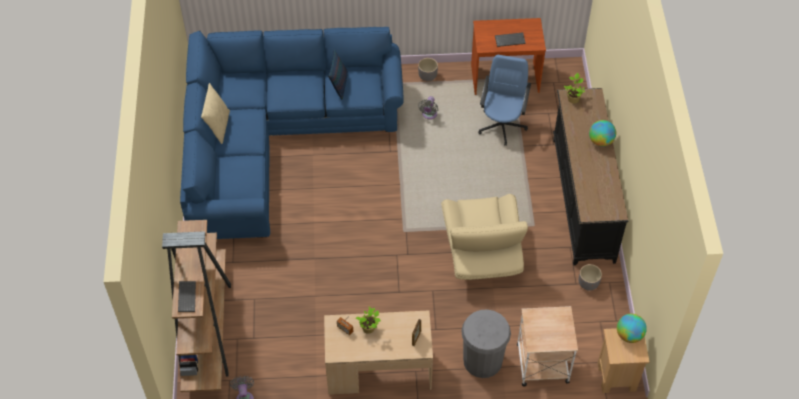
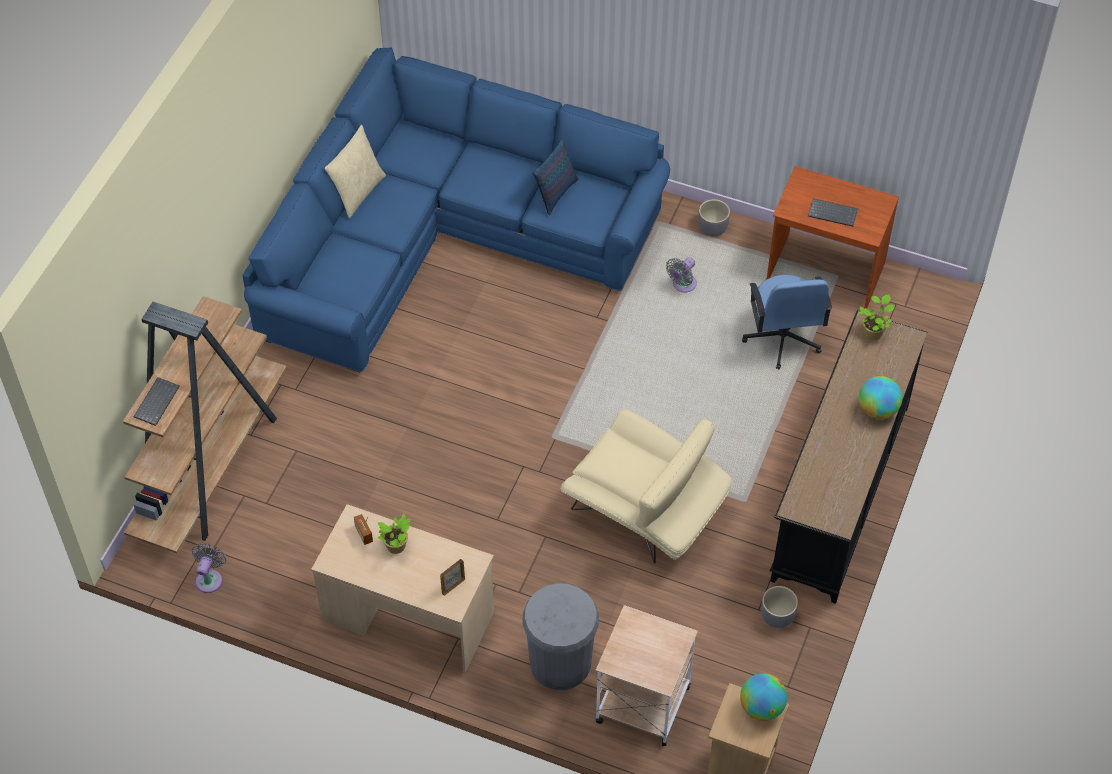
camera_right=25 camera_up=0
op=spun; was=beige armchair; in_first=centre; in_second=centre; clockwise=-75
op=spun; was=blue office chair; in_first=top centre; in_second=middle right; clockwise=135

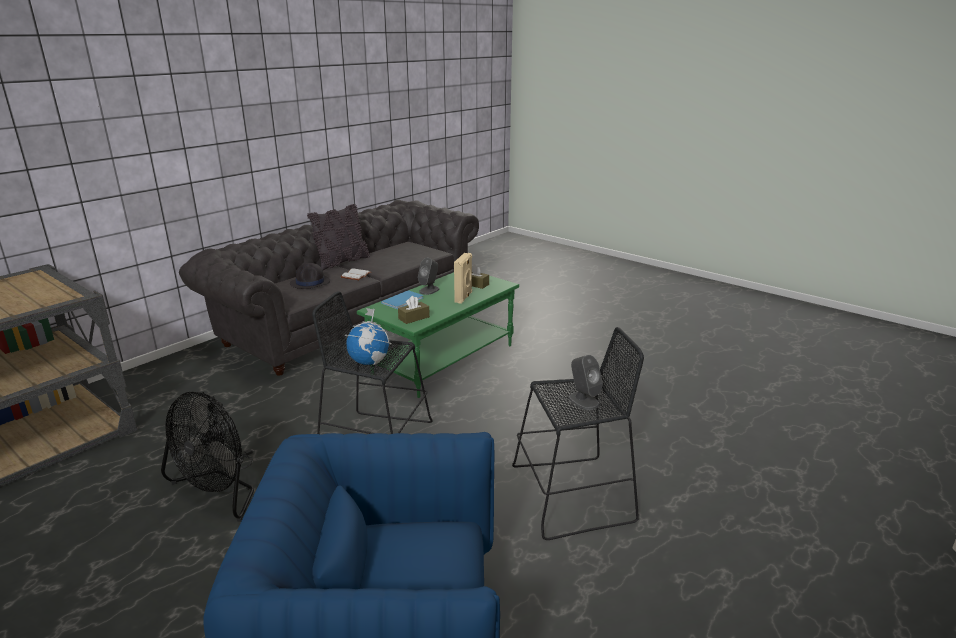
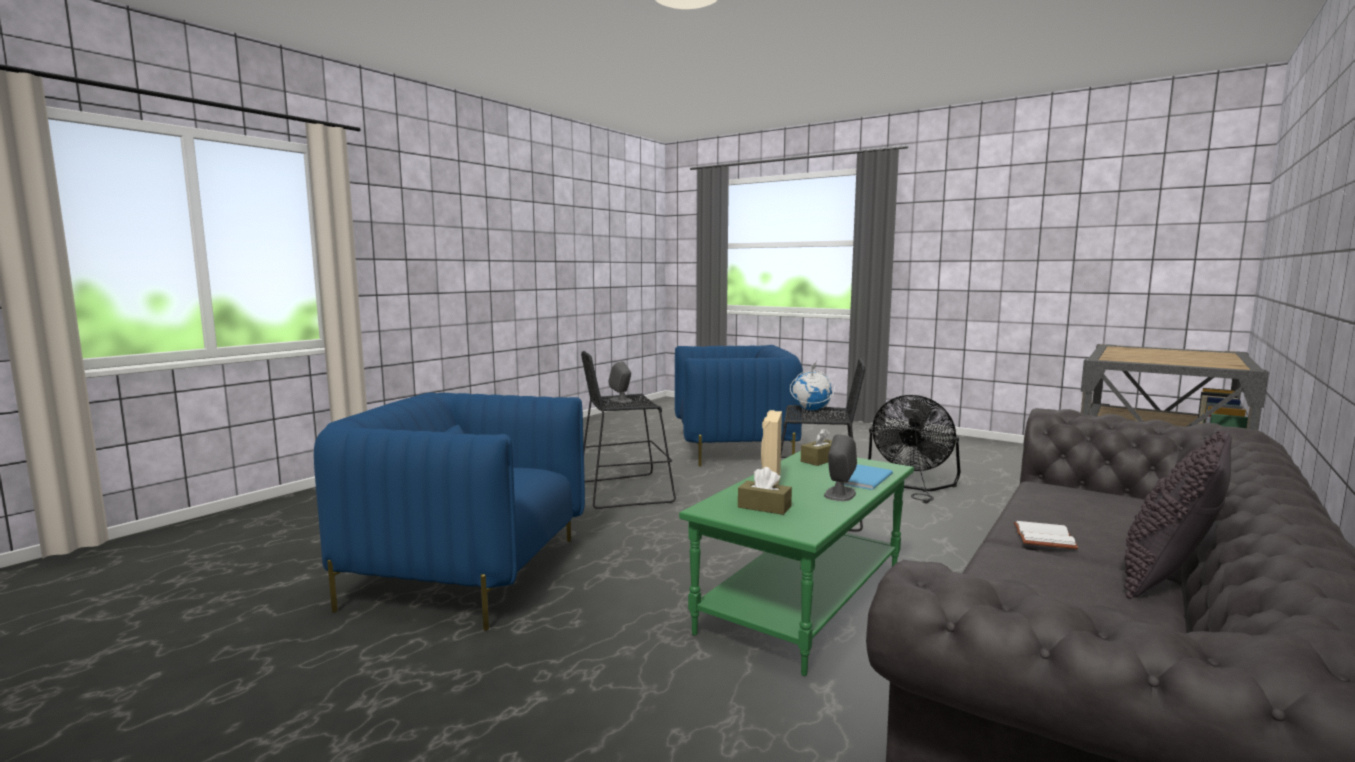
camera_right=175 camera_up=-15
op=missing; was=black hat; in_first=middle left
op=appeared; now=blue armchair (no. 1 from left); in_second=bottom left

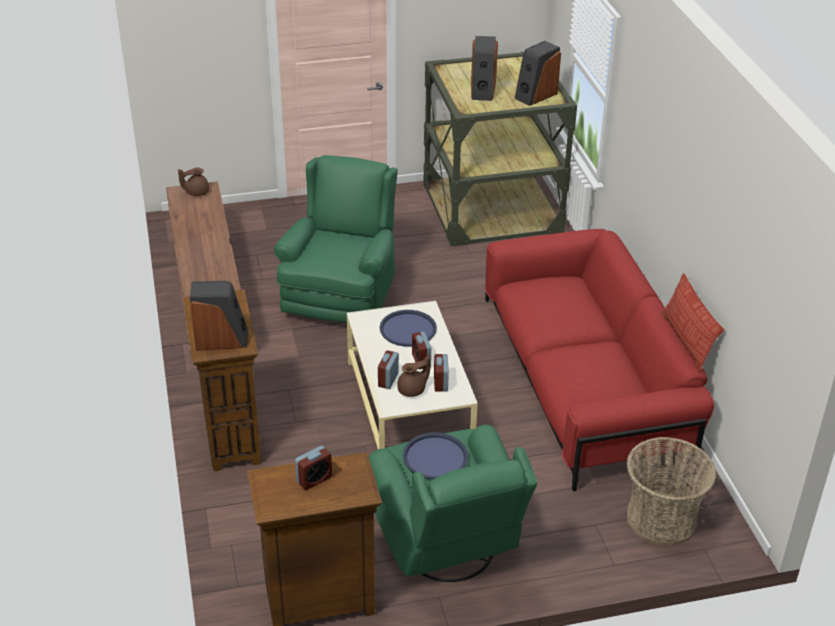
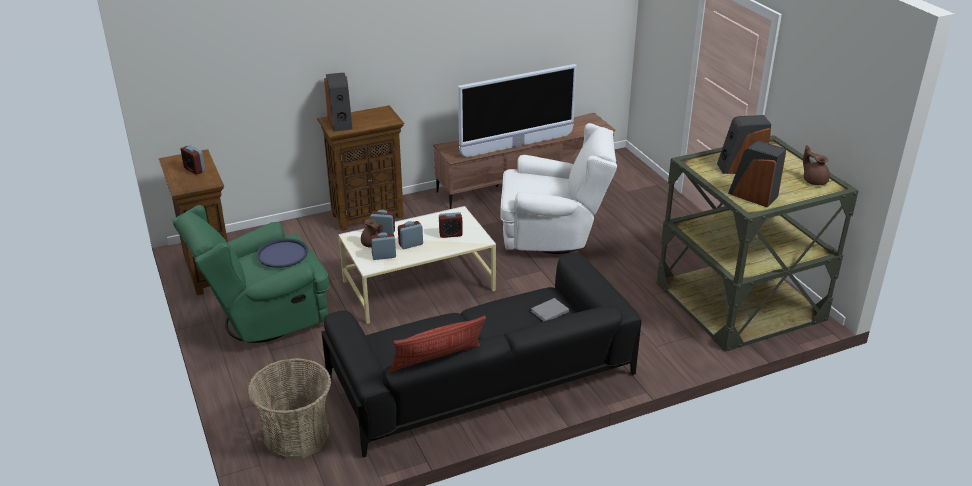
camera_right=80 camera_up=-5
op=appeared; now=television; in_second=top centre
op=appeared; now=grey book; in_second=centre
op=relocated; was=brown teapot (no. 1 from left in the first image); now=brown teapot (no. 2 from left); in_first=top left; in_second=middle right
op=exchanged; was=blue tray (no. 1 from left); now=alarm clock (no. 5 from left); in_first=centre; in_second=centre
op=colour; was=green armchair (no. 1 from left); now=white armchair; in_first=centre; in_second=centre
op=colour; was=red sofa; now=black sofa; in_first=middle right; in_second=bottom centre

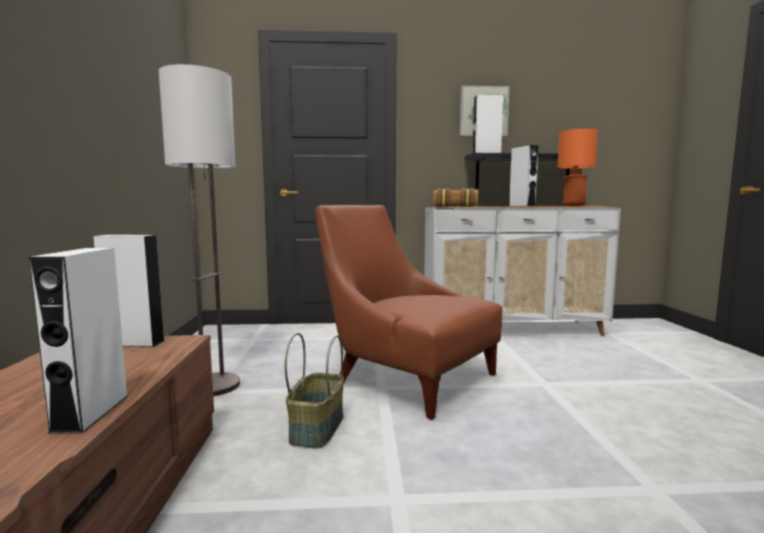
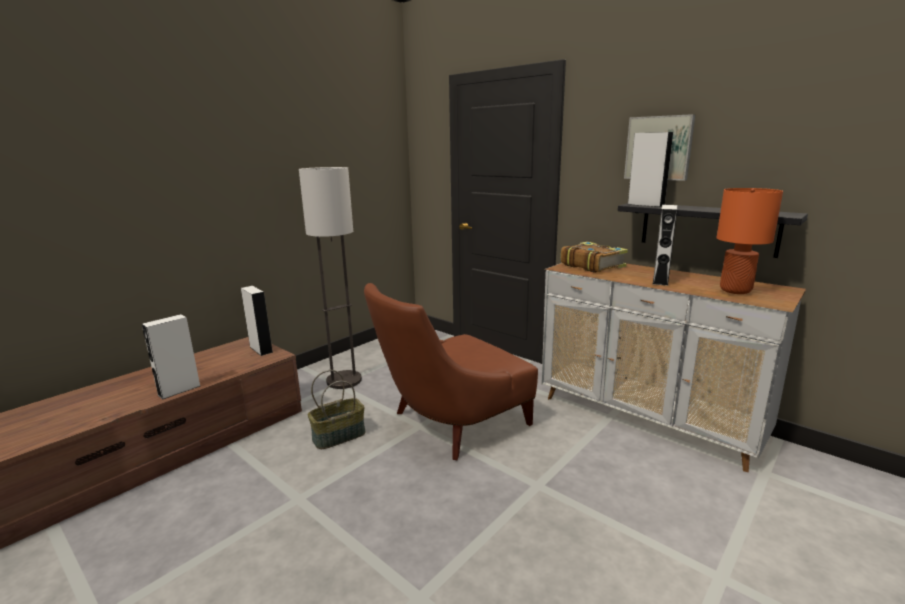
camera_right=45 camera_up=10
op=spun; was=brown armchair; in_first=centre; in_second=centre; clockwise=-120

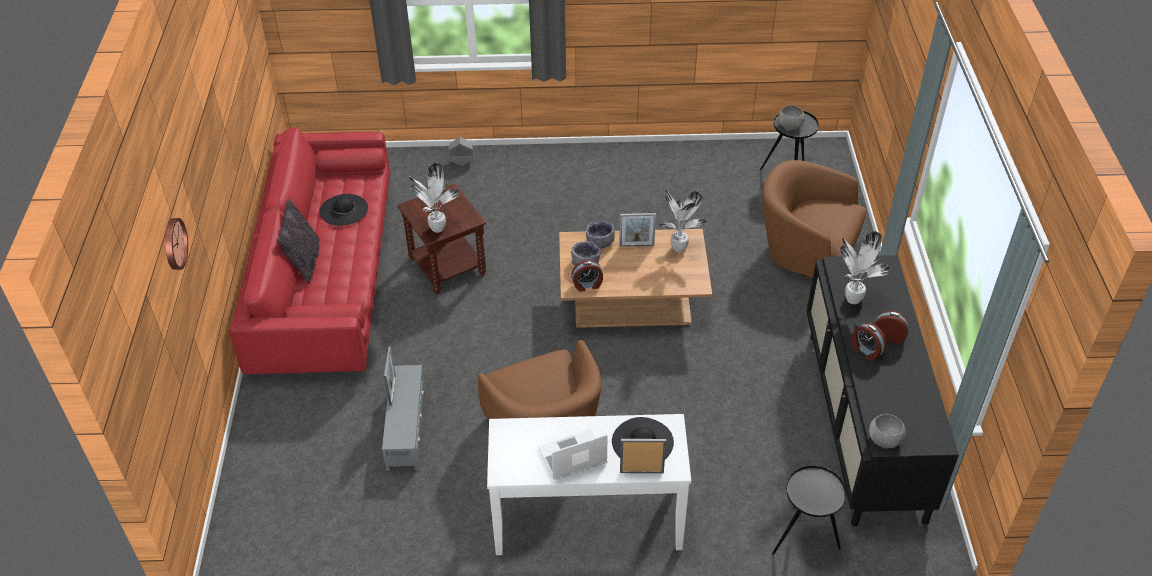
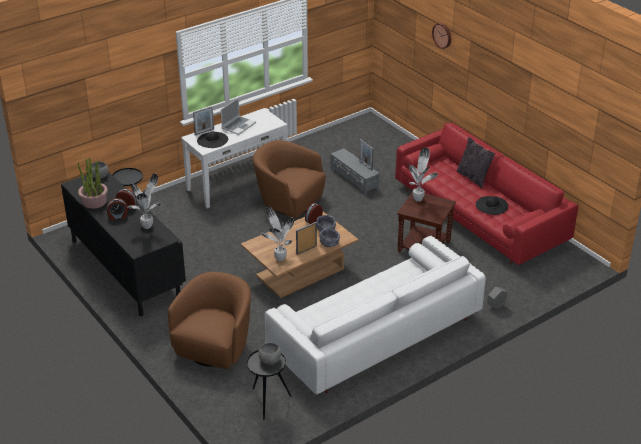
camera_right=145 camera_up=-10
op=appeared; now=potted plant (no. 1 from left); in_second=middle left
op=appeared; now=white sofa; in_second=bottom centre
op=spun; was=brown armchair (no. 2 from left in the first image); in_first=middle right; in_second=bottom left; clockwise=-60

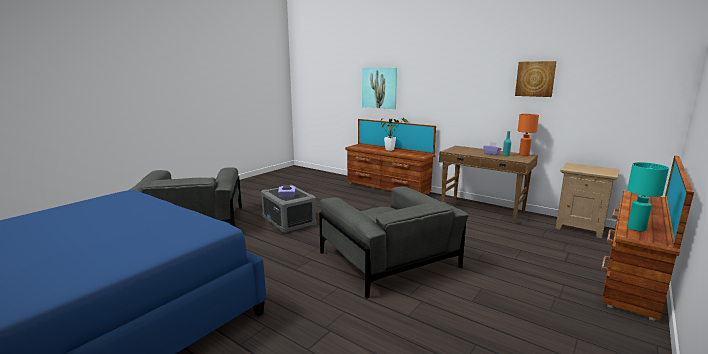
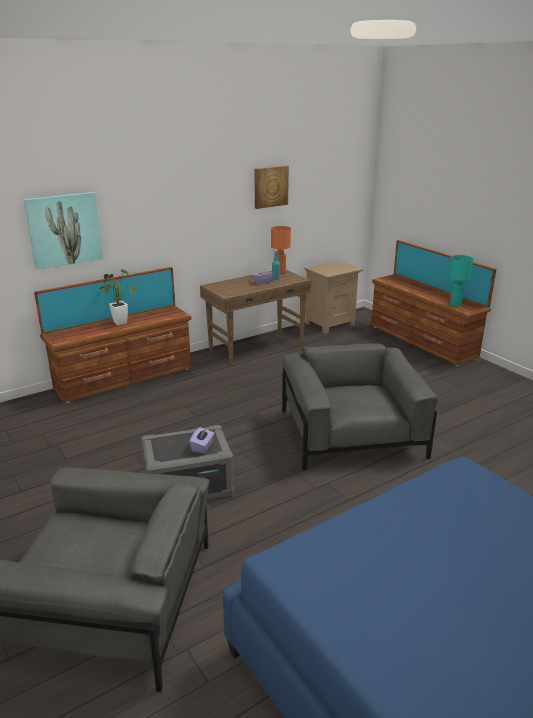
camera_right=-70 camera_up=10
op=spun; was=grey armchair (no. 2 from left); in_first=bottom centre; in_second=middle right; clockwise=-90

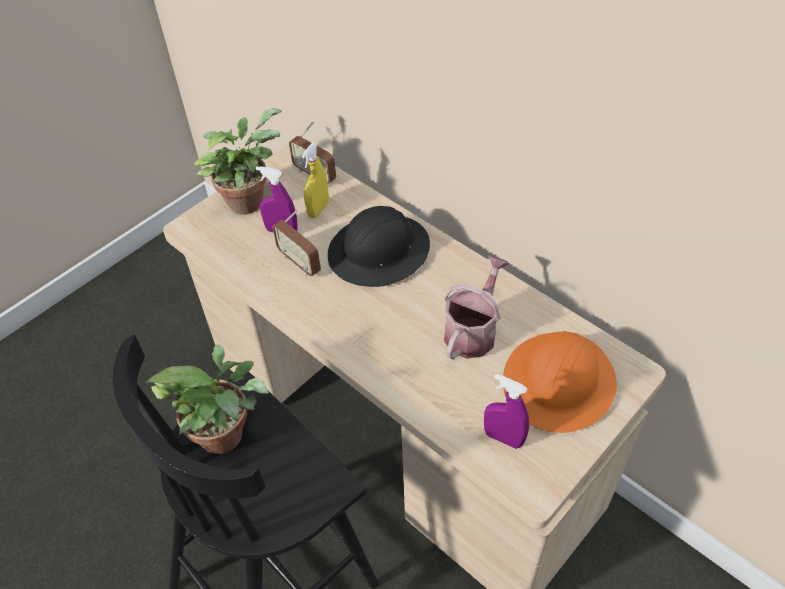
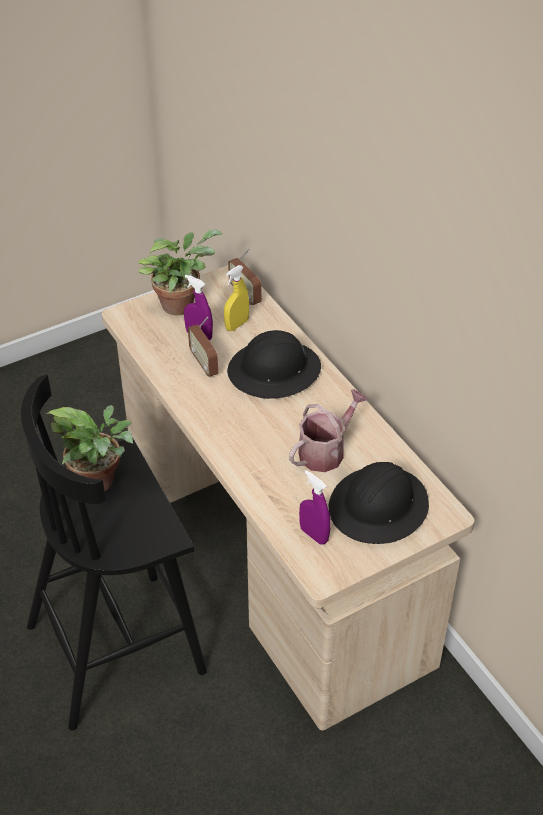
camera_right=15 camera_up=-5
op=colour; was=orange hard hat; now=black hard hat (no. 2 from left); in_first=middle right; in_second=middle right

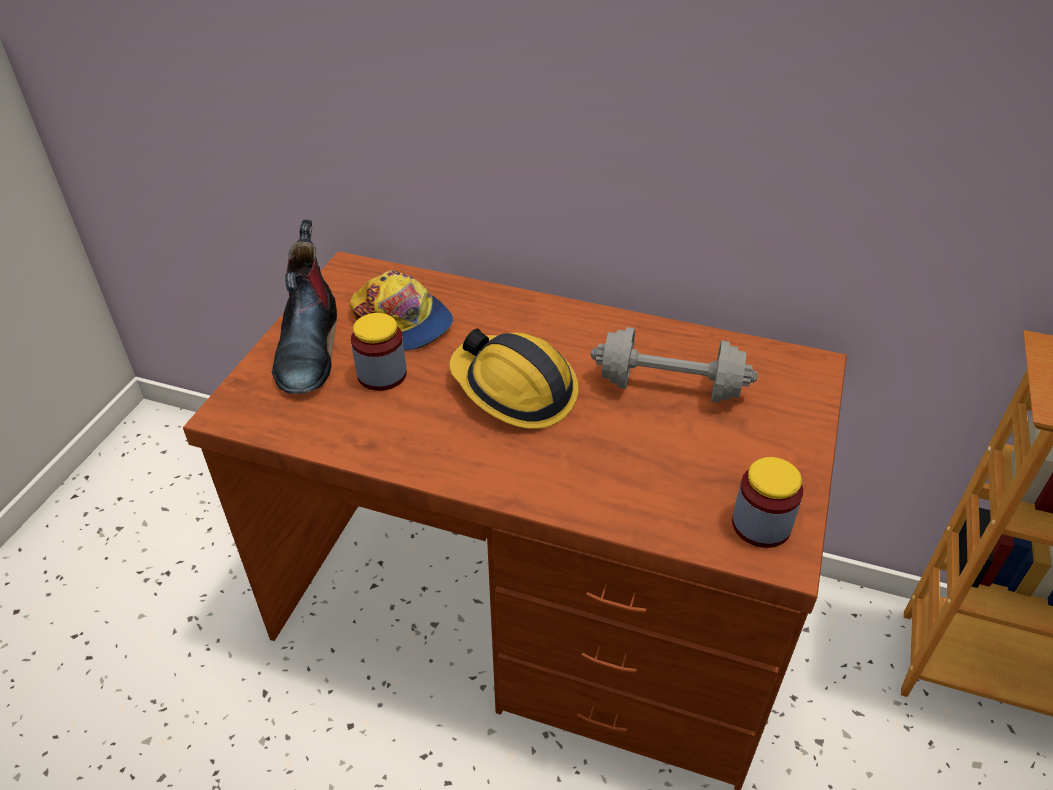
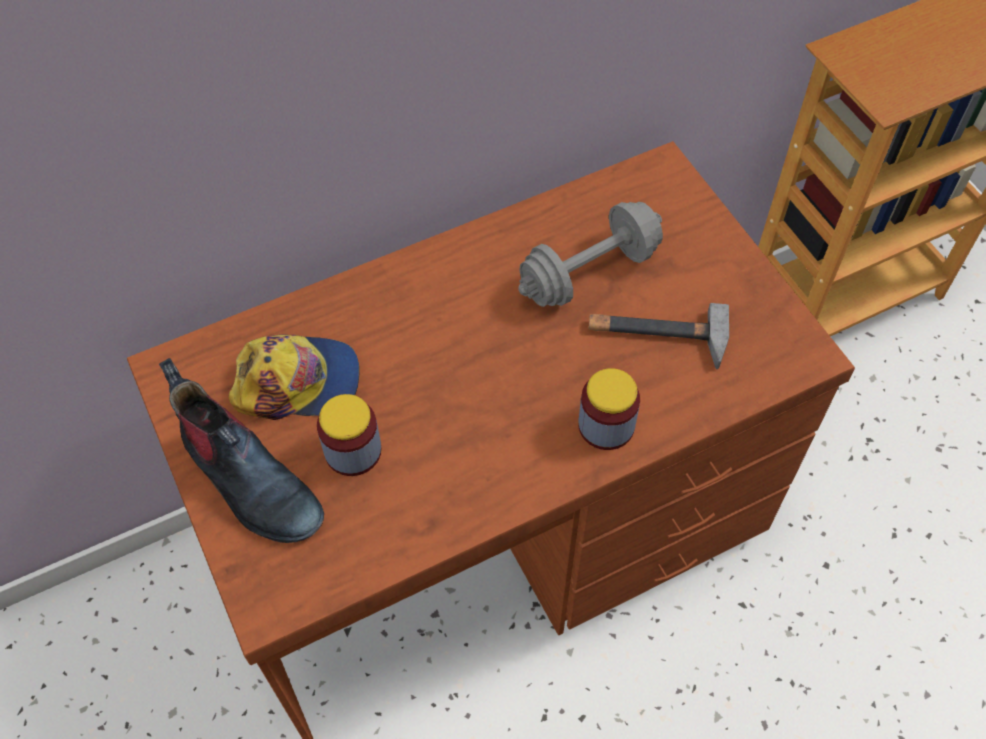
camera_right=-45 camera_up=15
op=missing; was=hard hat; in_first=centre
op=appeared; now=hammer; in_second=middle right
op=relocated; was=jar (no. 2 from left); in_first=middle right; in_second=centre

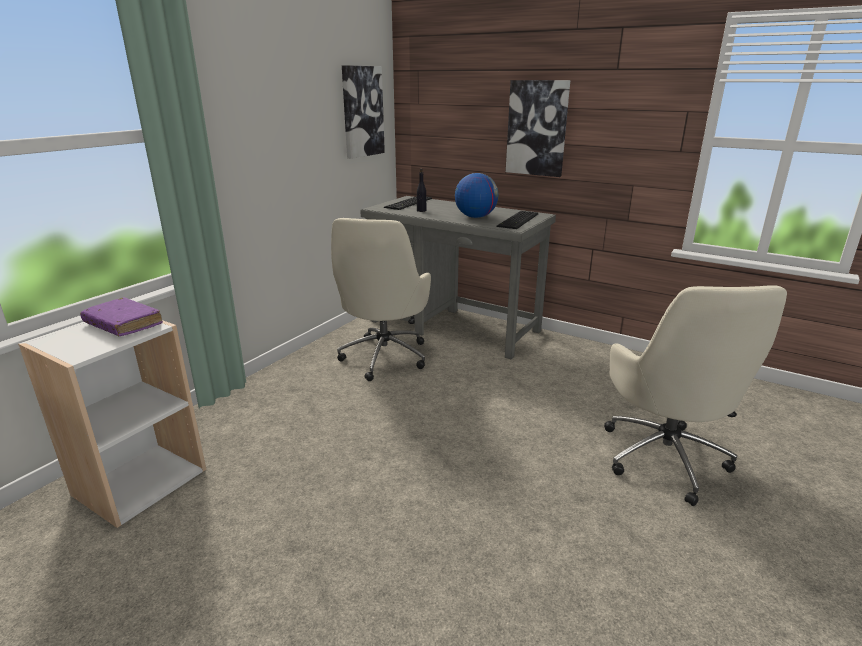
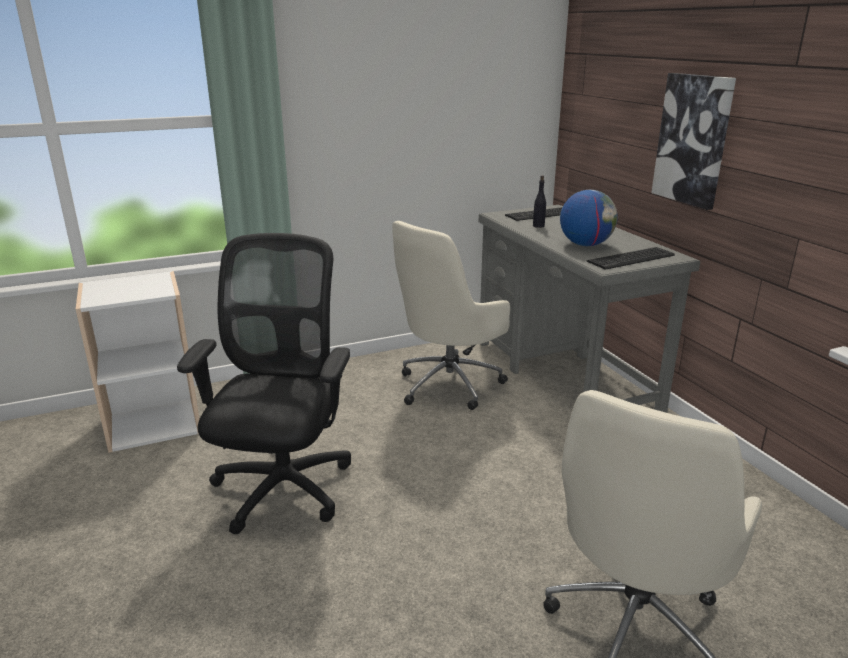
camera_right=35 camera_up=0
op=missing; was=purple book; in_first=middle left
op=missing; was=picture (no. 1 from left); in_first=top centre
op=appeared; now=black office chair; in_second=middle left

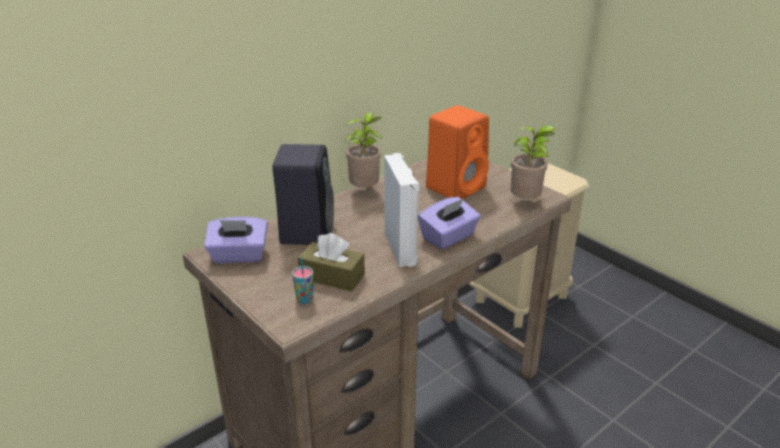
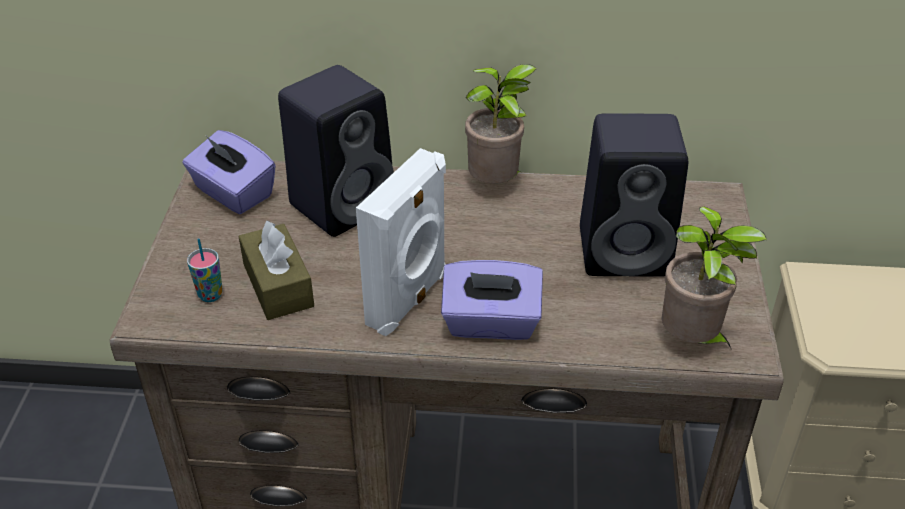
camera_right=45 camera_up=10
op=colour; was=orange speaker; now=black speaker (no. 2 from left); in_first=centre; in_second=middle right

